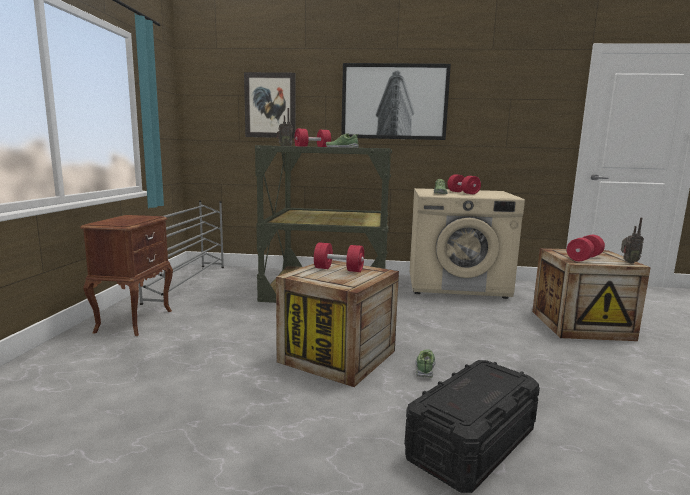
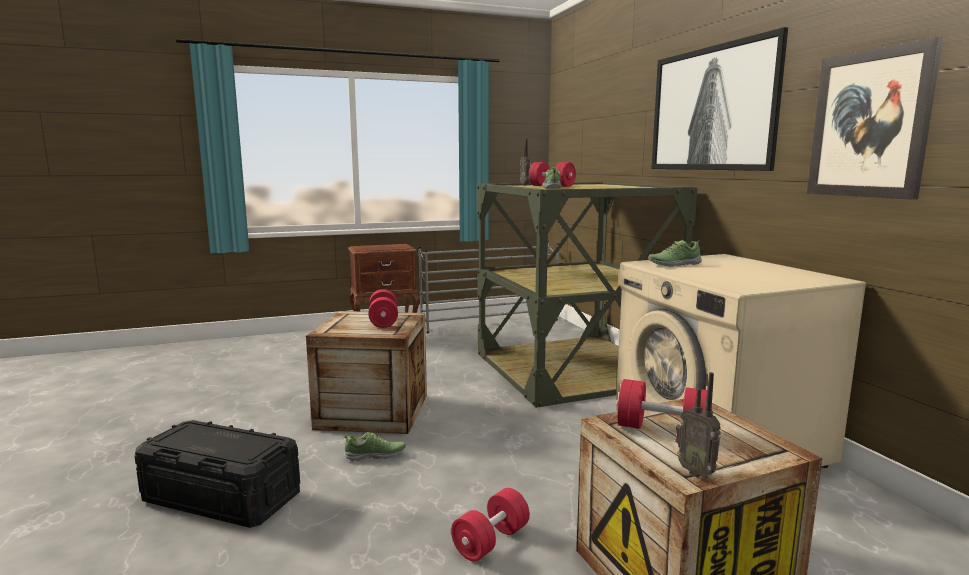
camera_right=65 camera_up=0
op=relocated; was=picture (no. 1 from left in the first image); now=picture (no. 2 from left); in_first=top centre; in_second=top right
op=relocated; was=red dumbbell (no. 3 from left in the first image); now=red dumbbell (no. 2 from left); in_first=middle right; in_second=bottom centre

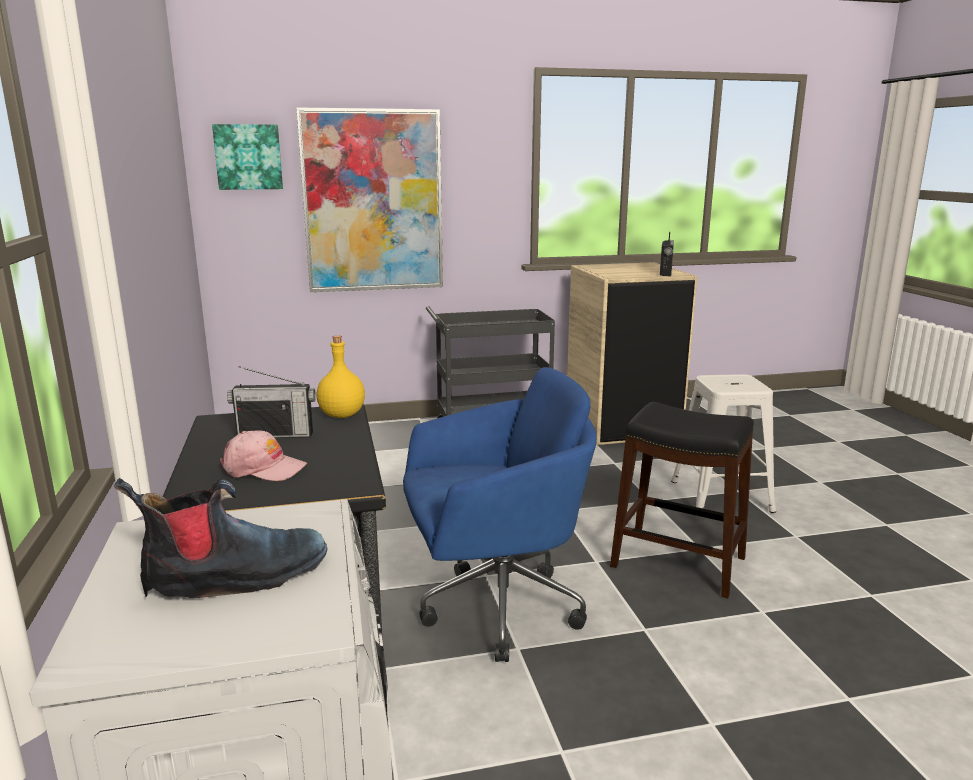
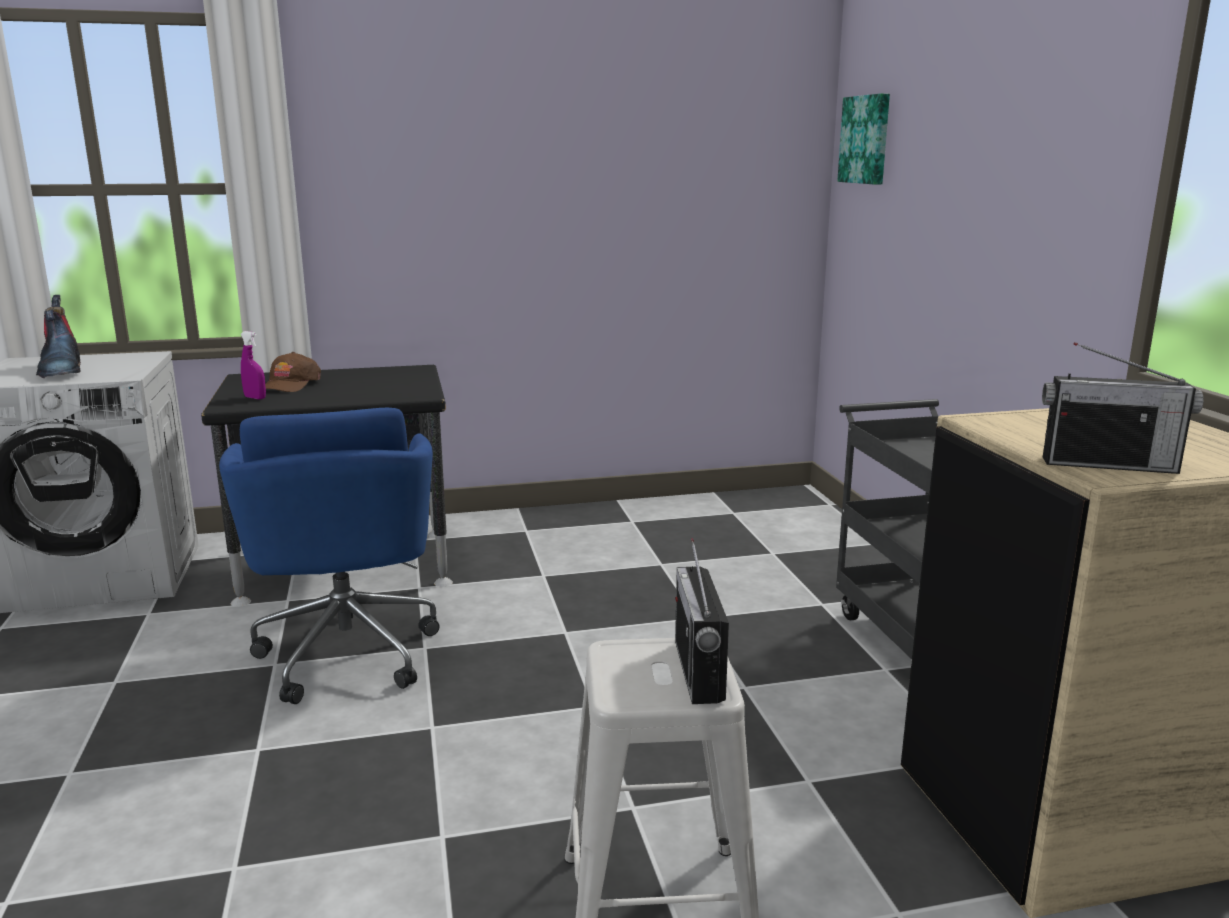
camera_right=90 camera_up=0
op=missing; was=picture (no. 2 from left); in_first=top centre
op=missing; was=yellow bottle; in_first=centre
op=missing; was=black stool; in_first=middle right
op=appeared; now=purple spray bottle; in_second=middle left
op=relocated; was=radio (no. 1 from left); in_first=middle left; in_second=bottom centre
op=colour; was=pink cap; now=brown cap; in_first=middle left; in_second=middle left

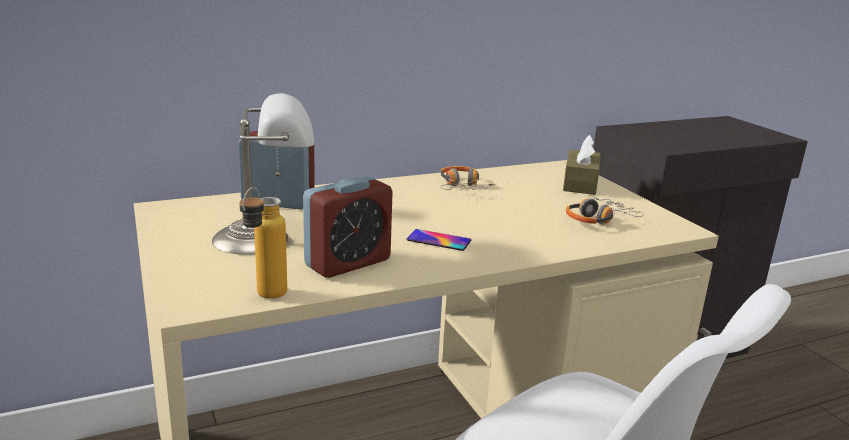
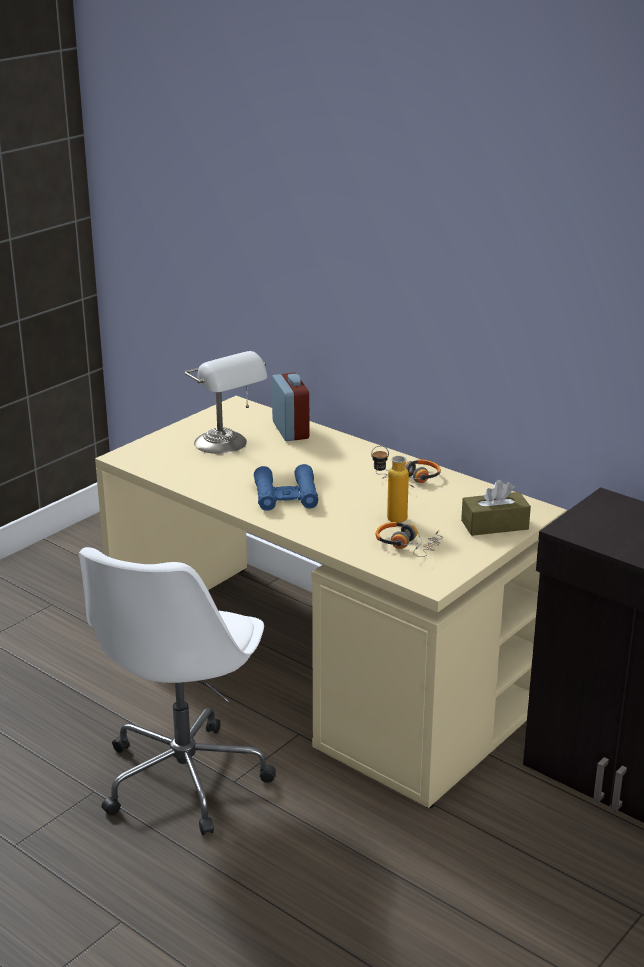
camera_right=65 camera_up=5
op=missing; was=alarm clock (no. 2 from left); in_first=centre
op=relocated; was=bottle; in_first=middle left; in_second=centre
op=exchanged; was=phone; now=blue binoculars; in_first=centre; in_second=centre

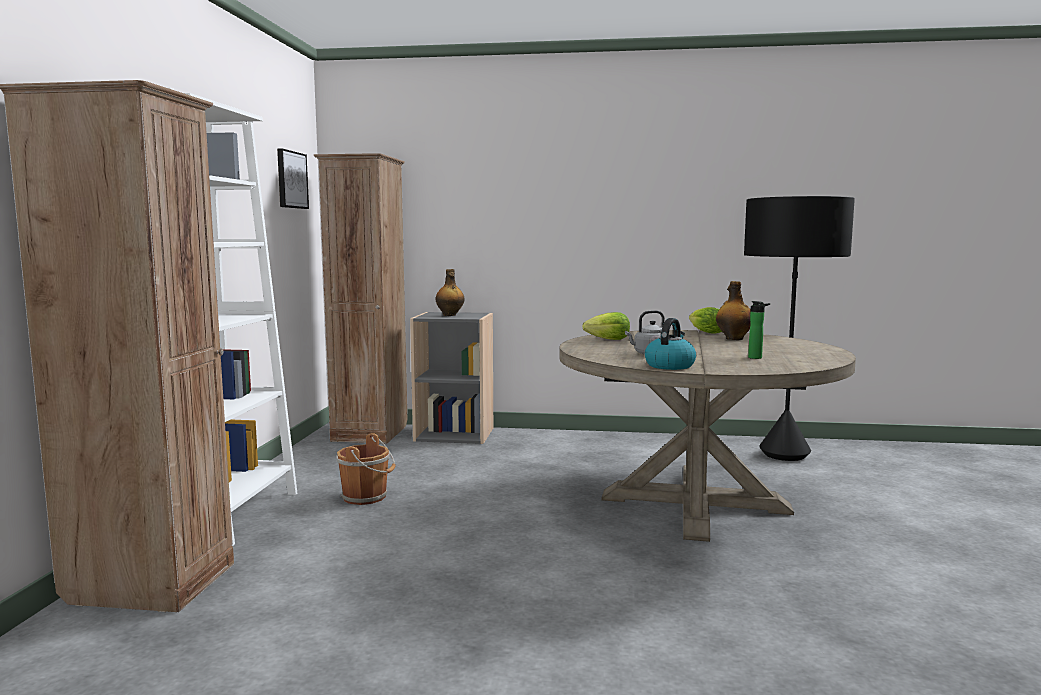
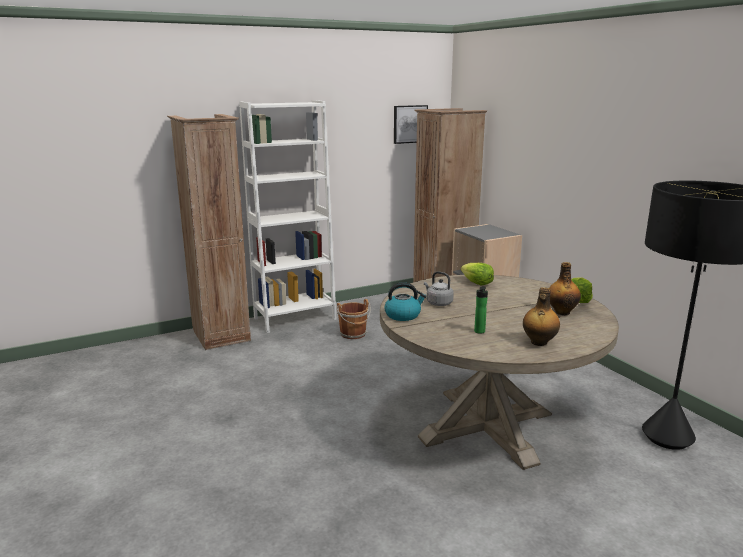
camera_right=55 camera_up=10
op=relocated; was=bottle (no. 1 from left in the first image); now=bottle (no. 2 from left); in_first=centre; in_second=middle right

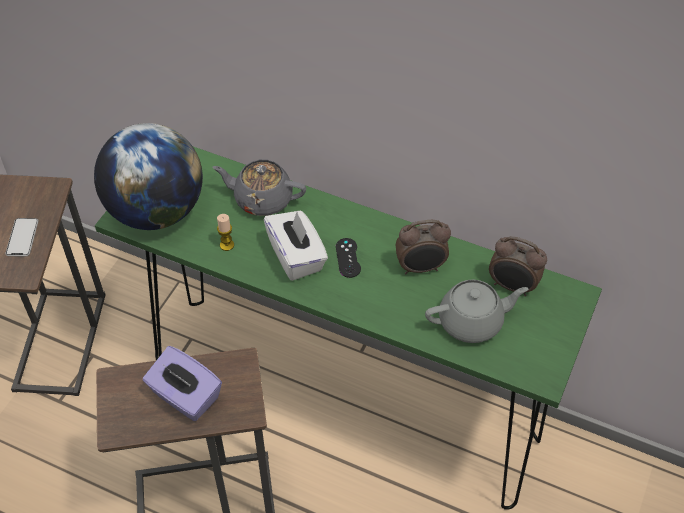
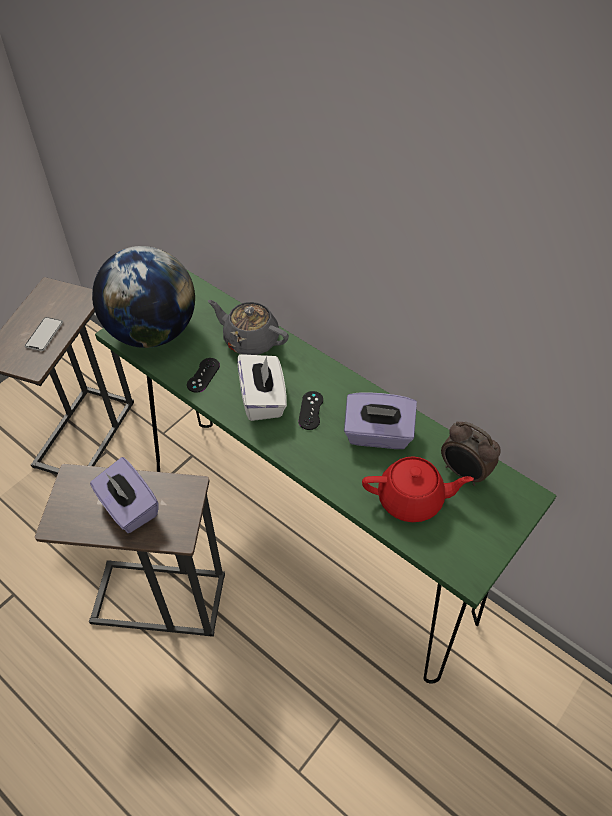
camera_right=15 camera_up=0
op=exchanged; was=candle; now=black game controller (no. 1 from left); in_first=middle left; in_second=middle left
op=exchanged; was=alarm clock (no. 1 from left); now=purple tissue box (no. 2 from left); in_first=centre; in_second=centre
op=colour; was=grey teapot (no. 2 from left); now=red teapot; in_first=middle right; in_second=middle right

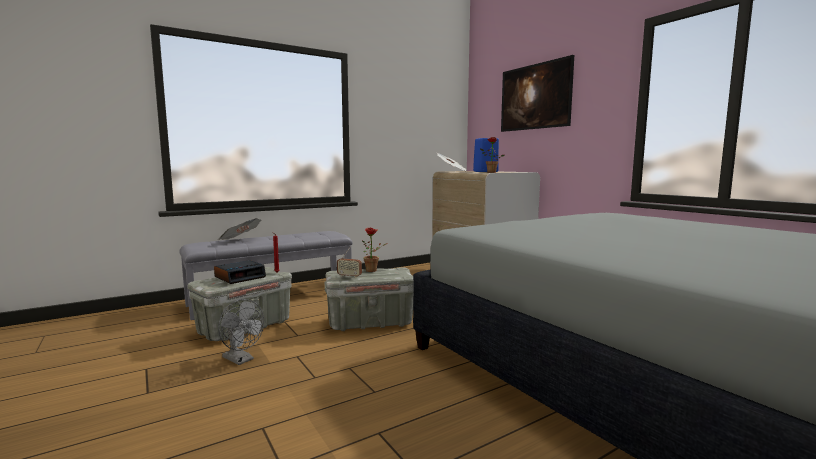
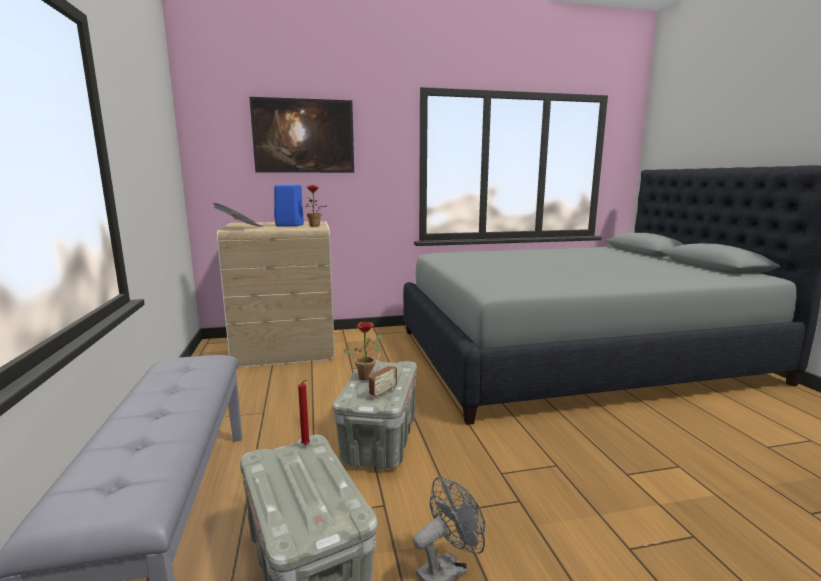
camera_right=-70 camera_up=5
op=missing; was=alarm clock; in_first=middle left
op=missing; was=newspaper (no. 1 from left); in_first=middle left

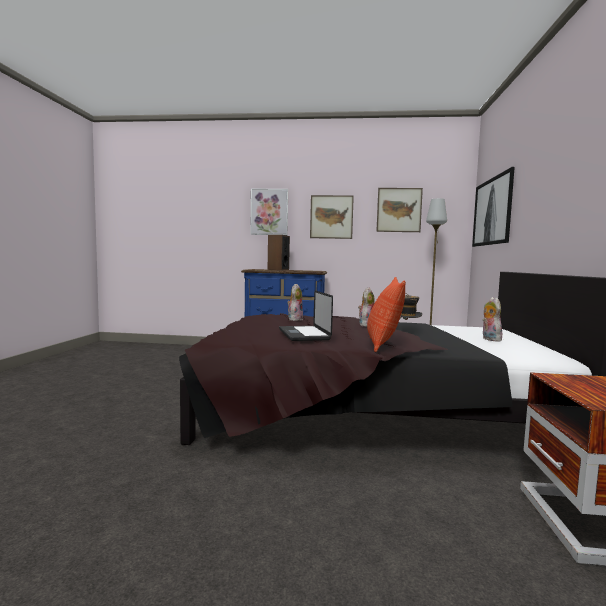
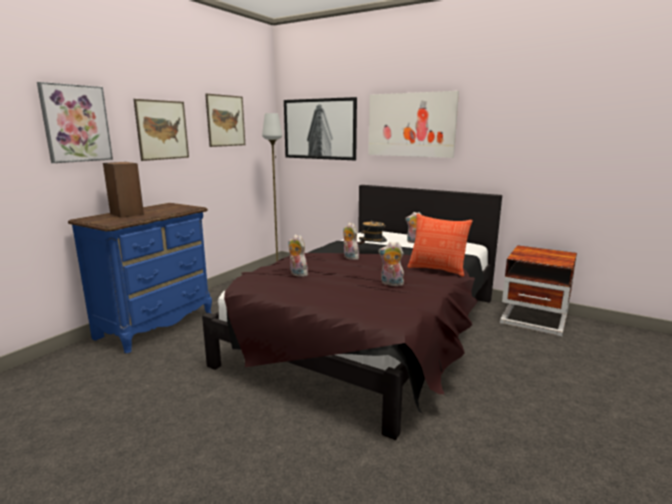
camera_right=-65 camera_up=10
op=appeared; now=picture (no. 5 from left); in_second=top centre
op=exchanged; was=laptop; now=plush toy (no. 3 from left); in_first=centre; in_second=centre

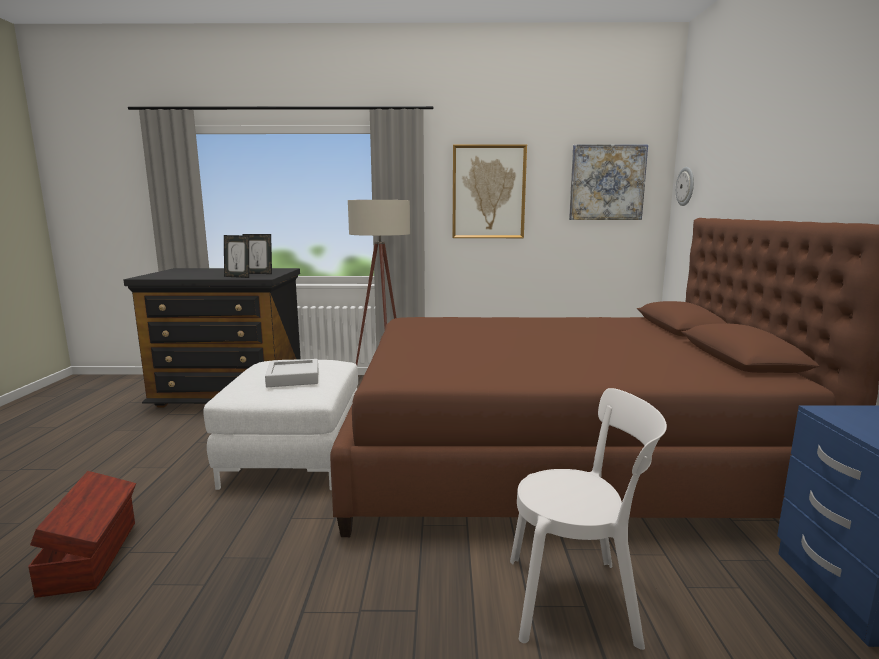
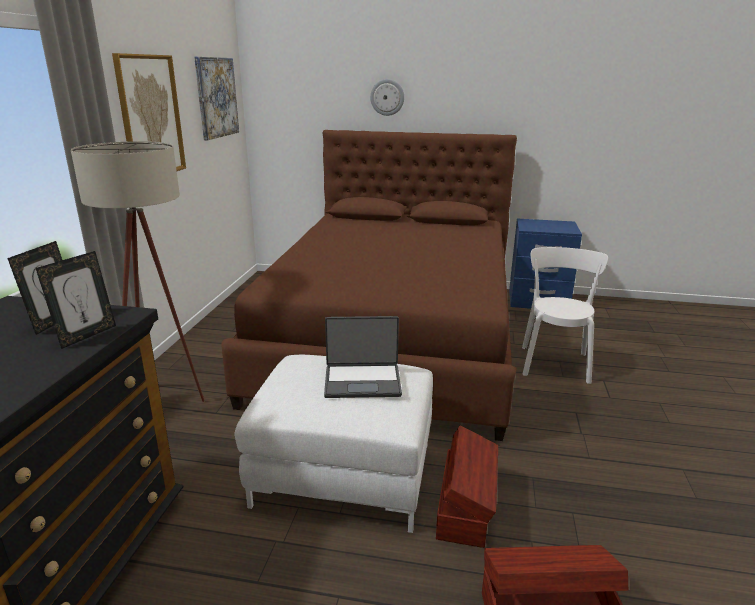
camera_right=-80 camera_up=10
op=appeared; now=brown storage box (no. 1 from left); in_second=bottom centre
op=relocated; was=wall clock; in_first=top right; in_second=top centre
op=exchanged; was=grey tray; now=laptop; in_first=middle left; in_second=centre

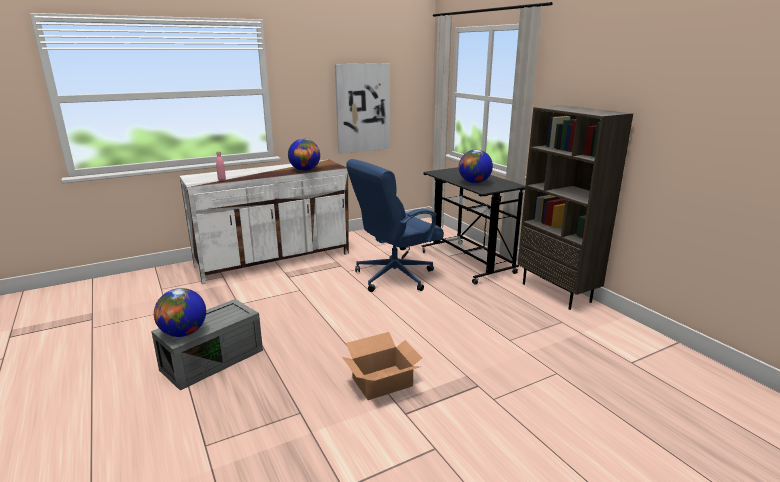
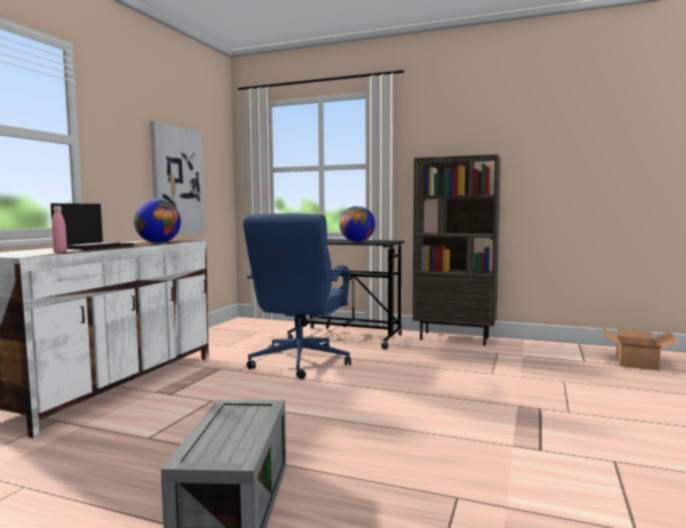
camera_right=-40 camera_up=-15
op=missing; was=globe (no. 1 from left); in_first=middle left
op=appeared; now=laptop; in_second=middle left
op=relocated; was=cardboard box; in_first=bottom centre; in_second=middle right

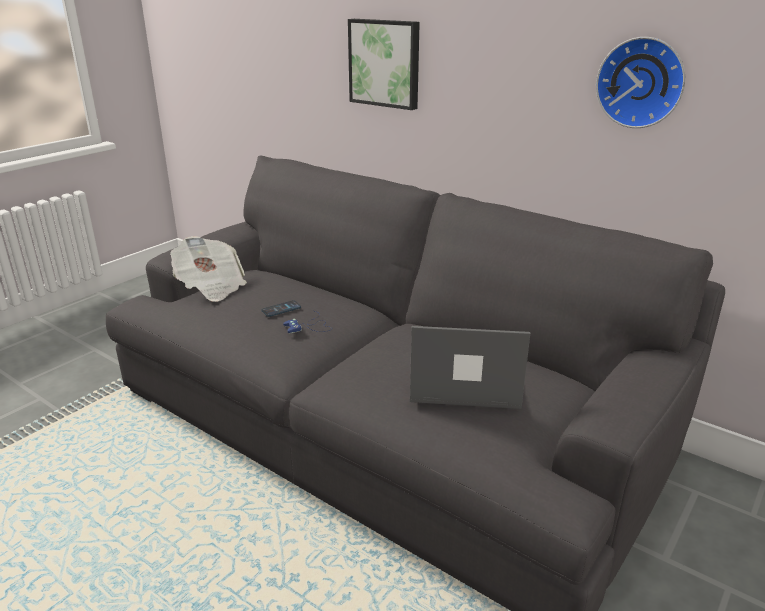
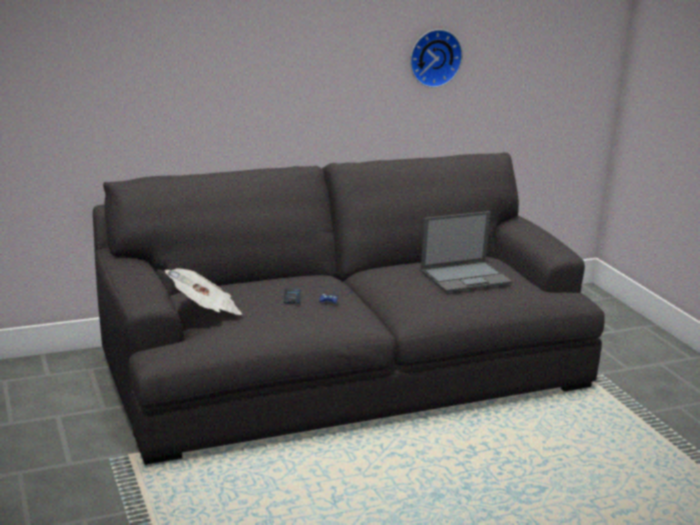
camera_right=-60 camera_up=-5
op=missing; was=picture; in_first=top centre
op=spun; was=laptop; in_first=centre; in_second=centre; clockwise=-150

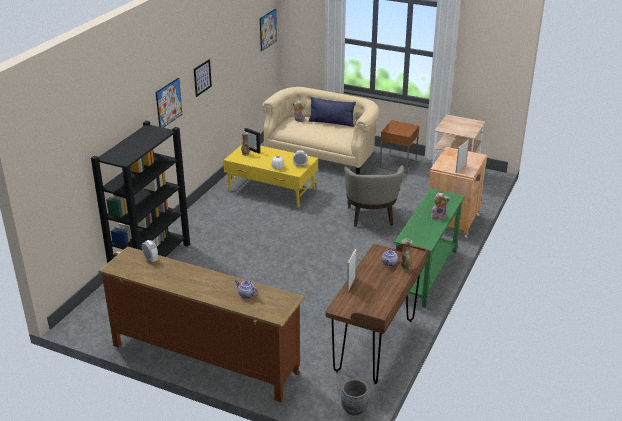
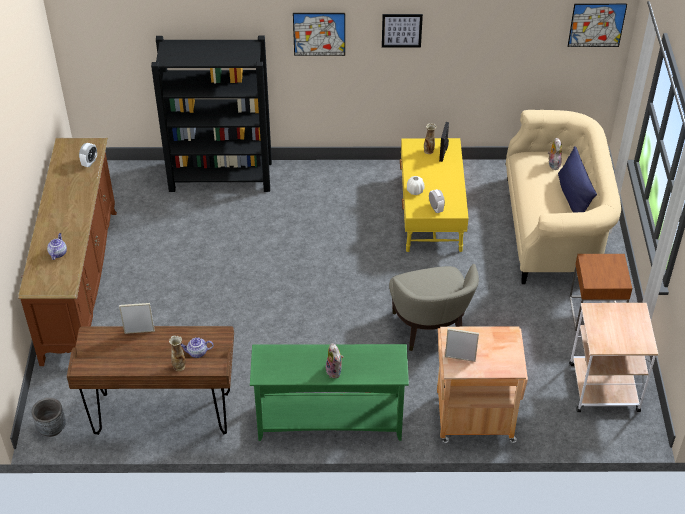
camera_right=65 camera_up=15
op=spun; was=beige armchair; in_first=centre; in_second=centre; clockwise=-75

